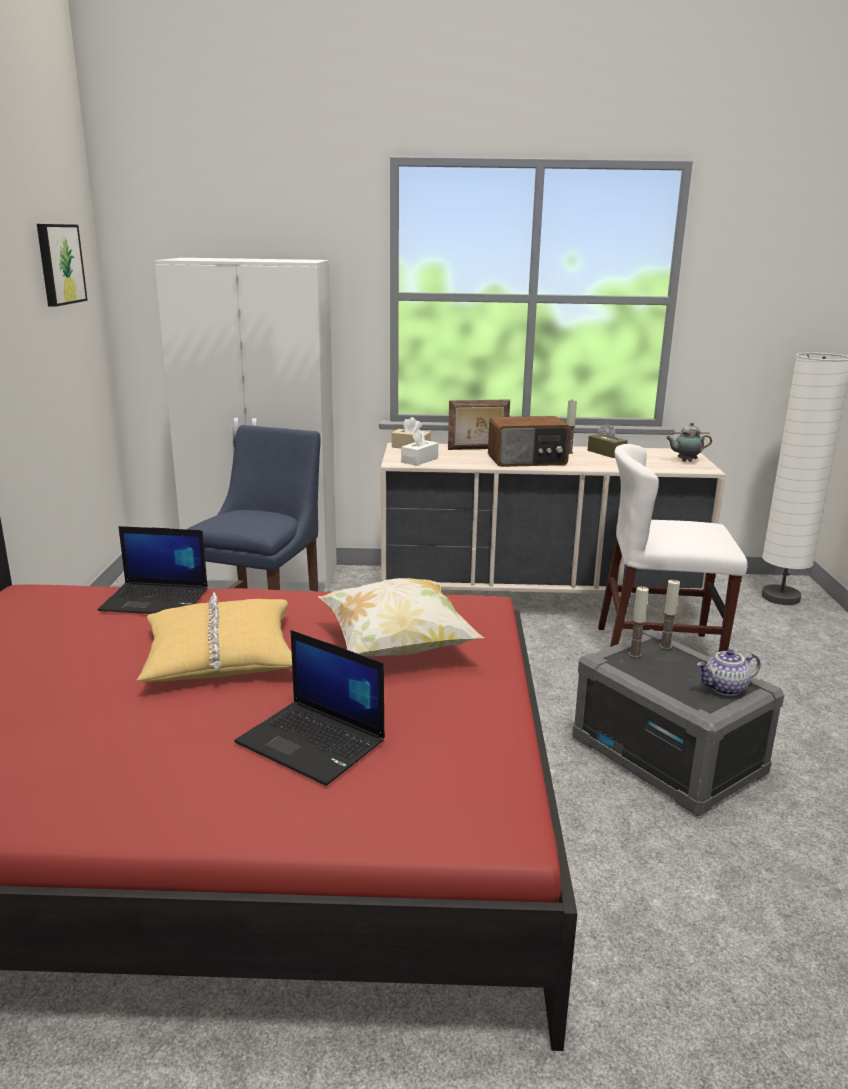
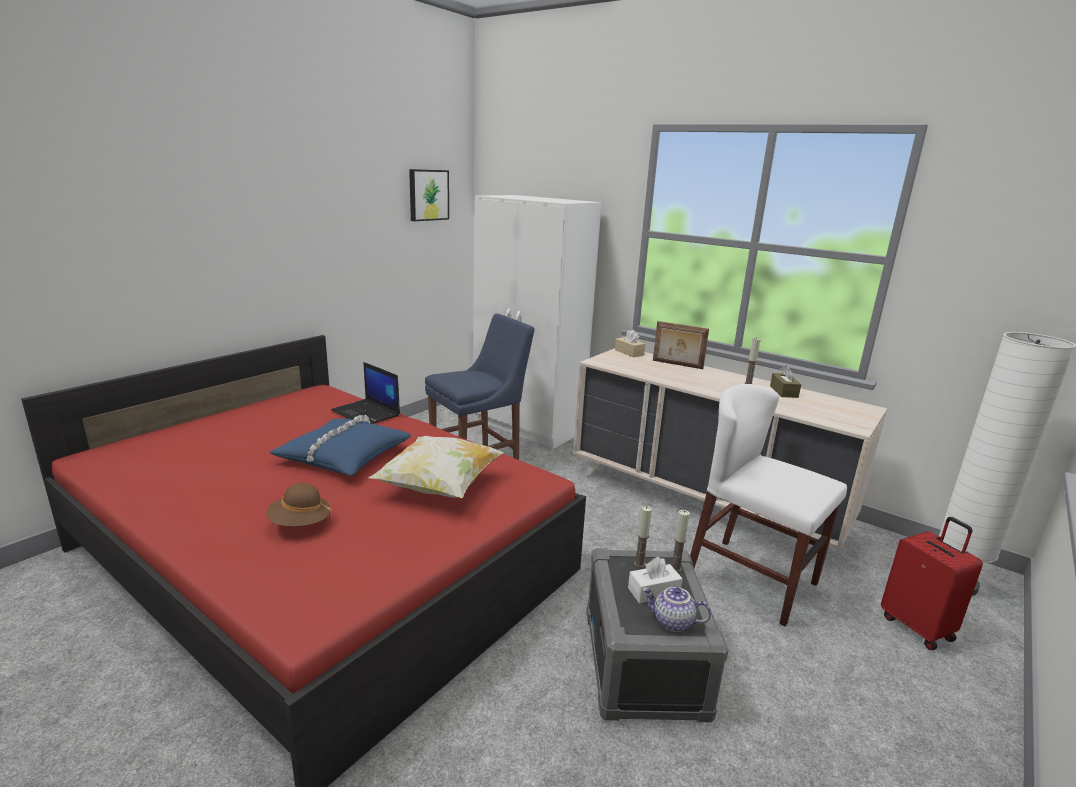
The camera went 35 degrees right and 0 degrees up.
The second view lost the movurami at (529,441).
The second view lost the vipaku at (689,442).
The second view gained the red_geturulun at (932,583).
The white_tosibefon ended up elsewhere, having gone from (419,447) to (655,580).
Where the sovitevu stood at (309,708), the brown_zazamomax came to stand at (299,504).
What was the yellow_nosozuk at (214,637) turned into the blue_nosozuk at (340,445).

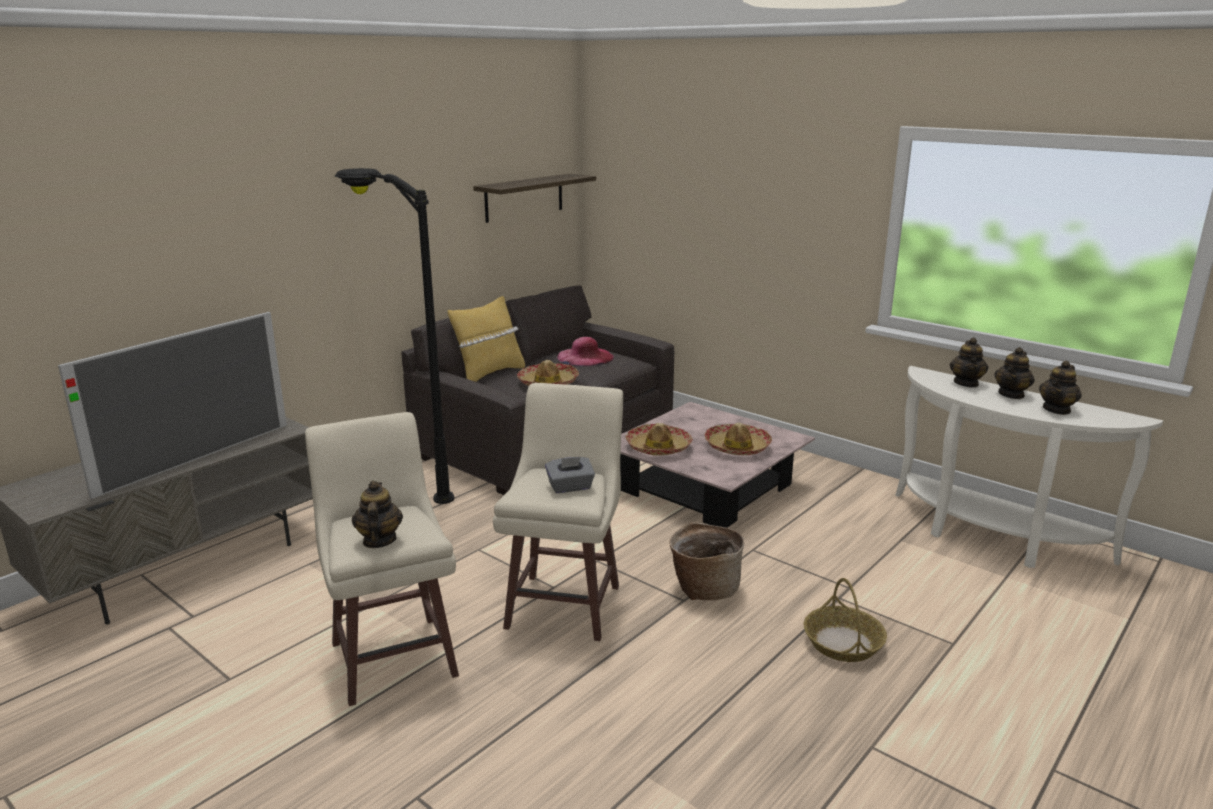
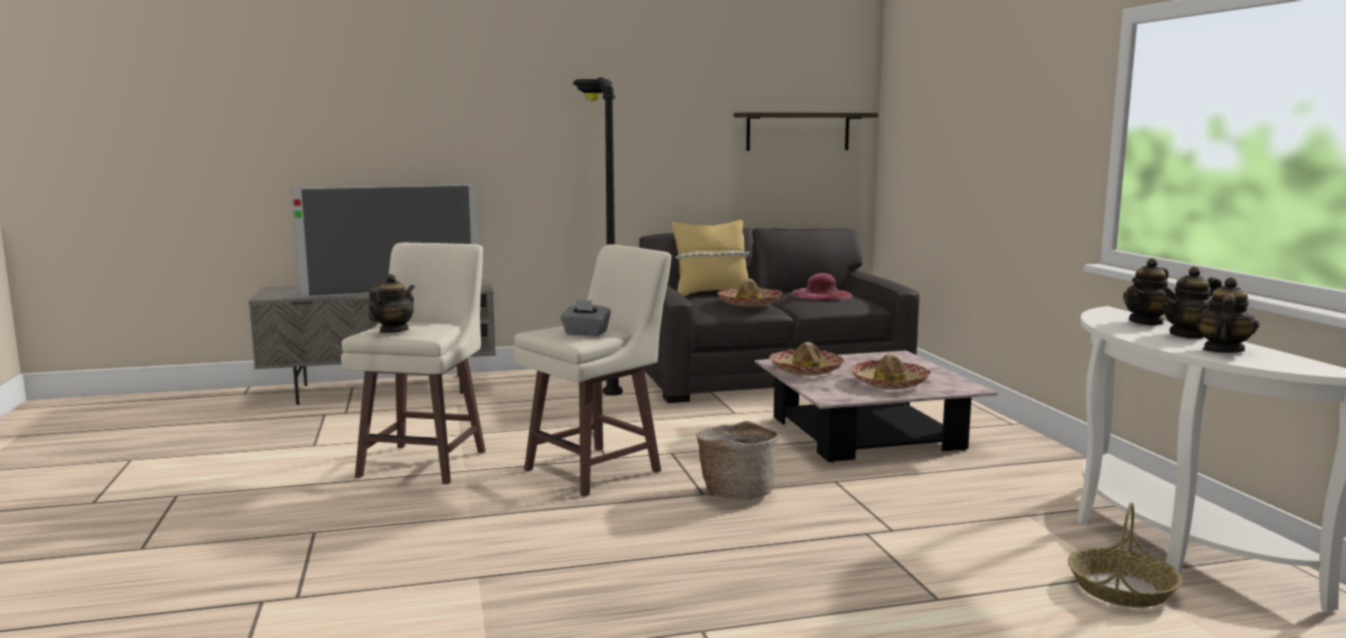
The camera went 35 degrees right and 10 degrees down.
The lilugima ended up elsewhere, having gone from (845,620) to (1125,555).
The vipaku at (1060,387) ended up facing another way, 135 degrees clockwise from before.

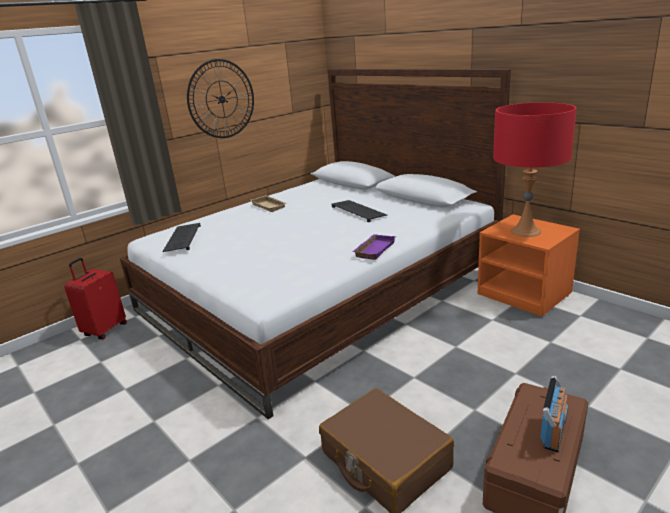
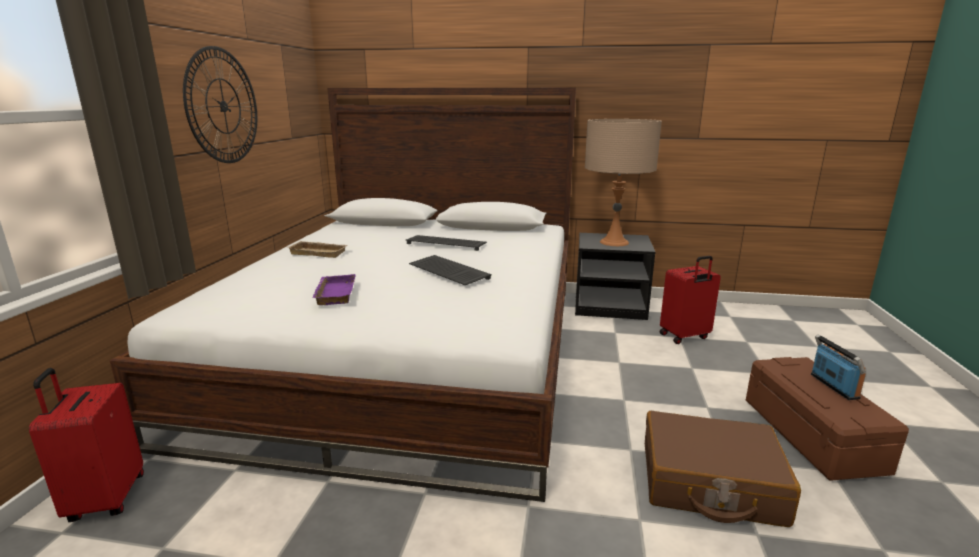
The camera went 40 degrees left and 5 degrees down.
The second view gained the red_geturulun at (690,300).
The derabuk ended up elsewhere, having gone from (181,237) to (450,270).
The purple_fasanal ended up elsewhere, having gone from (374,247) to (334,289).
What was the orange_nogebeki at (529,265) turned into the black_nogebeki at (615,276).
What was the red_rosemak at (535,169) turned into the beige_rosemak at (623,182).

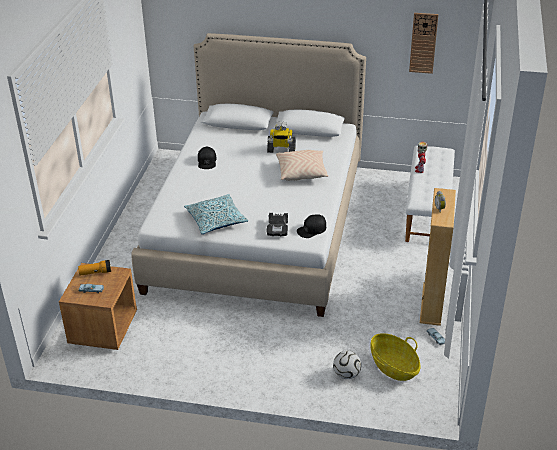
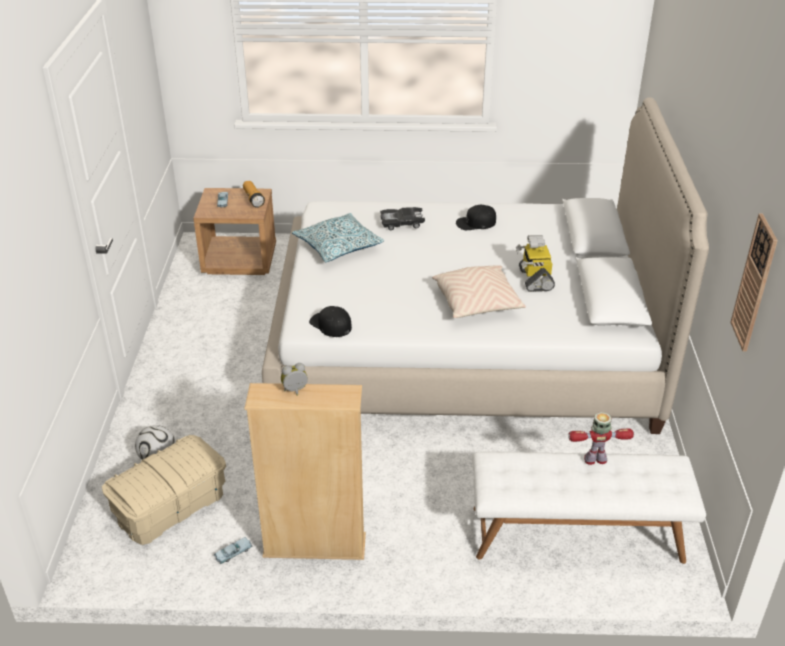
The camera went 80 degrees right and 0 degrees up.
The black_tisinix ended up elsewhere, having gone from (277,224) to (402,218).
Where the lilugima stood at (395,357), the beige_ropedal came to stand at (164,490).

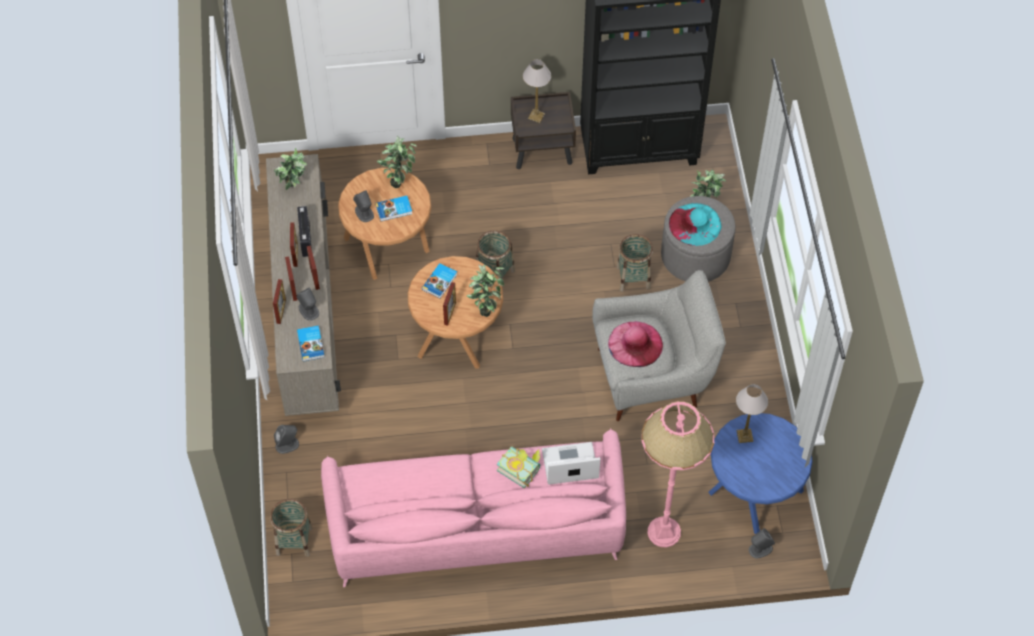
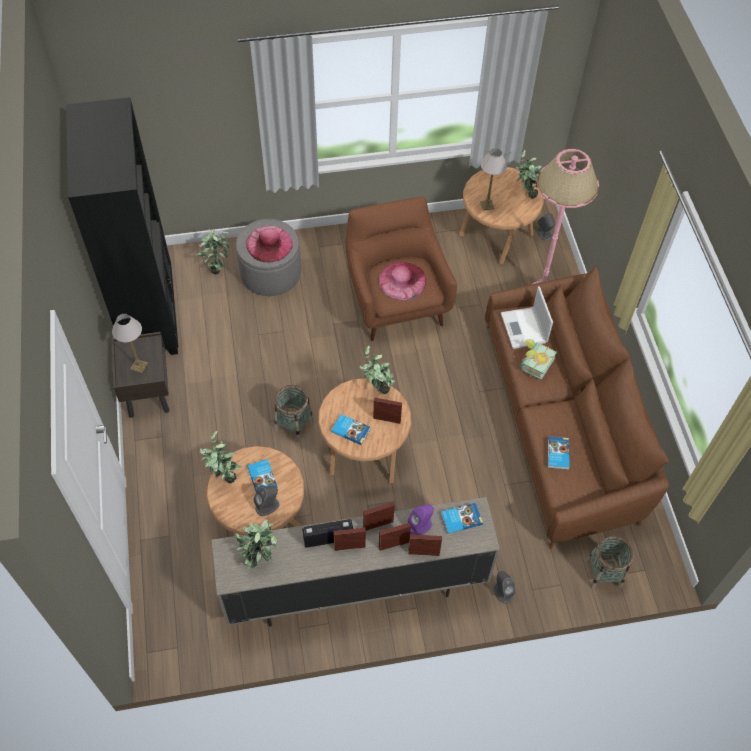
The camera went 95 degrees left and 0 degrees up.
The second view lost the lilugima at (635,263).
The second view gained the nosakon at (529,174).
The second view gained the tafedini at (559,453).
What was the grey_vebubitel at (307,304) turned into the purple_vebubitel at (421,519).
What was the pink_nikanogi at (473,507) turned into the brown_nikanogi at (577,407).
What was the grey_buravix at (659,345) turned into the brown_buravix at (401,269).
What was the turquoise_zazamomax at (695,224) turned into the pink_zazamomax at (269,244).
What was the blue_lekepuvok at (760,473) turned into the brown_lekepuvok at (501,215).

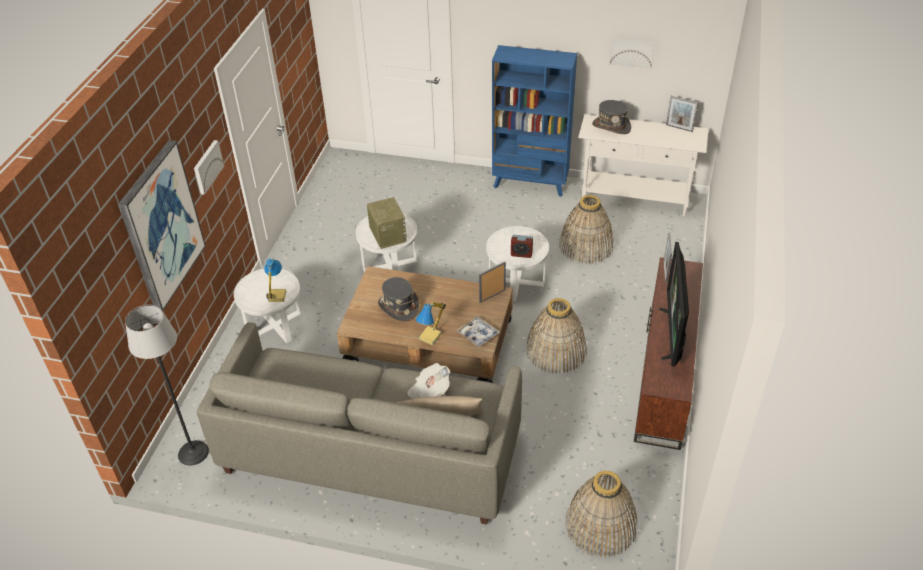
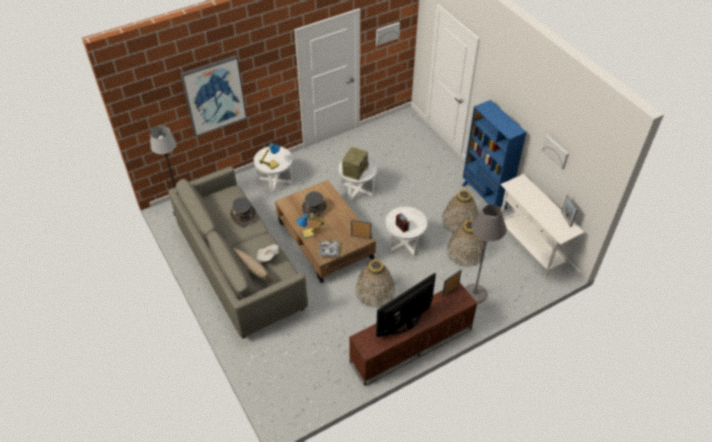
The camera went 45 degrees right and 5 degrees up.
The second view gained the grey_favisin at (486,254).
The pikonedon ended up elsewhere, having gone from (209,167) to (388,34).
The lilugima ended up elsewhere, having gone from (601,514) to (460,212).
The grey_zazamomax ended up elsewhere, having gone from (611,117) to (242,212).

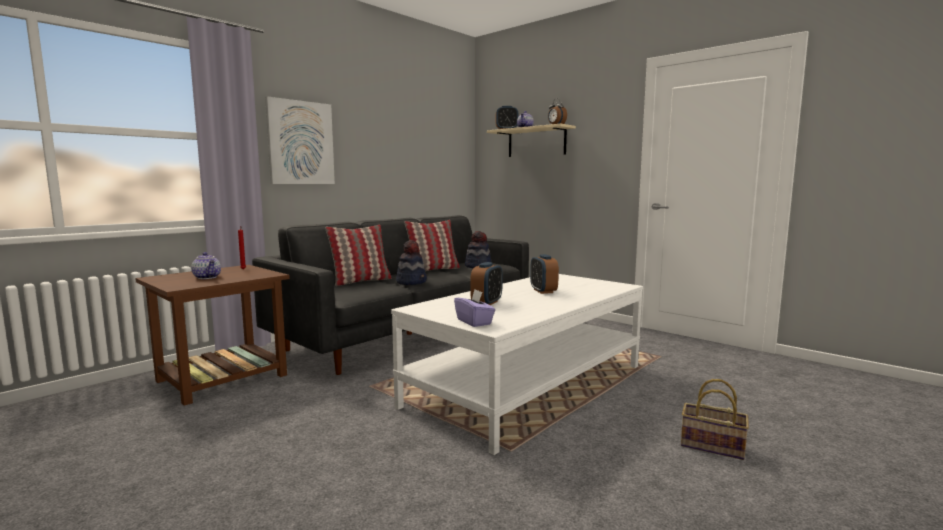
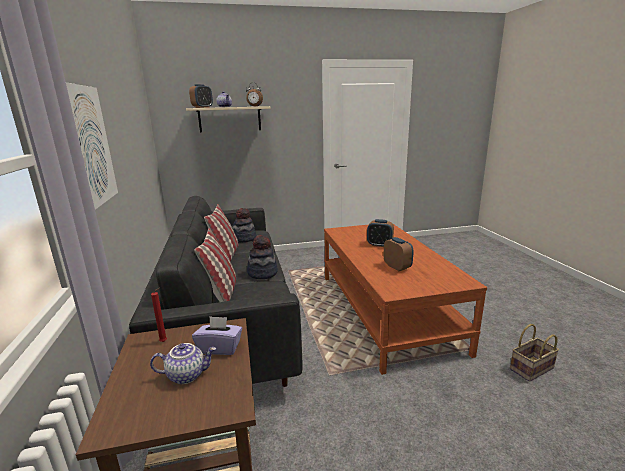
The camera went 55 degrees left and 10 degrees up.
The purple_tosibefon ended up elsewhere, having gone from (475,308) to (217,335).
The lilugima ended up elsewhere, having gone from (715,419) to (534,353).
What was the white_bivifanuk at (517,364) turned into the brown_bivifanuk at (405,299).

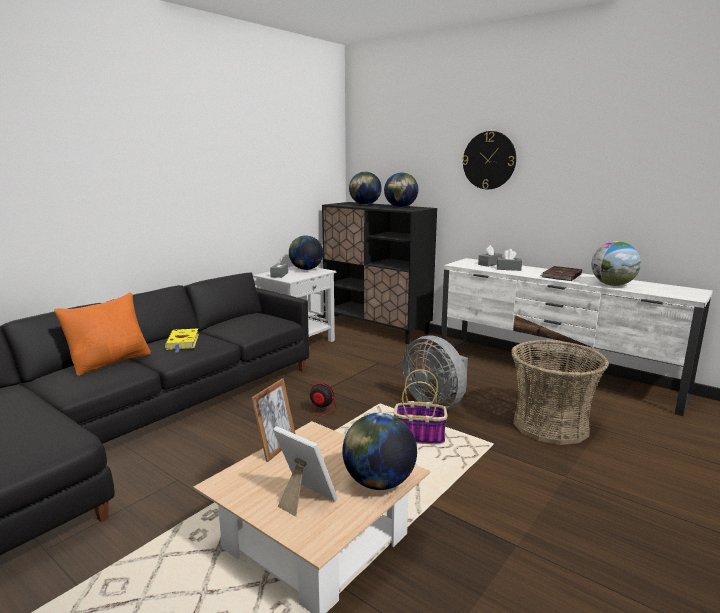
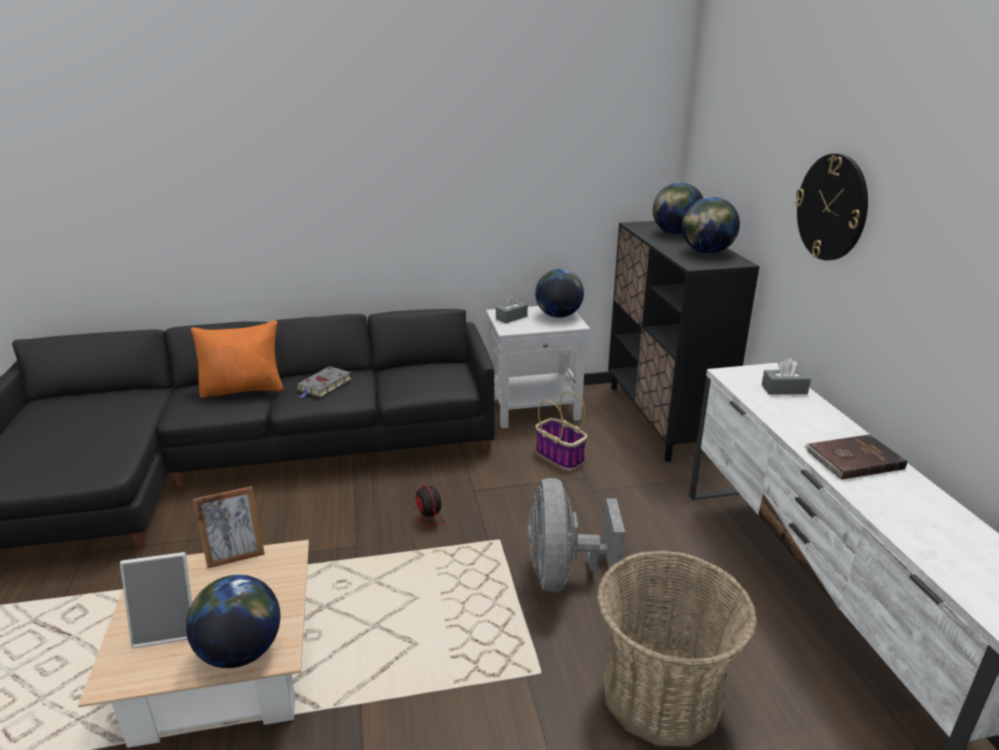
The camera went 40 degrees right and 10 degrees up.
The second view lost the grey_tosibefon at (509,260).
The second view lost the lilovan at (616,263).
The lilugima ended up elsewhere, having gone from (420,407) to (561,430).
What was the yellow_tafedini at (182,340) turned into the grey_tafedini at (324,382).
The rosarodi at (305,471) ended up facing another way, 90 degrees clockwise from before.

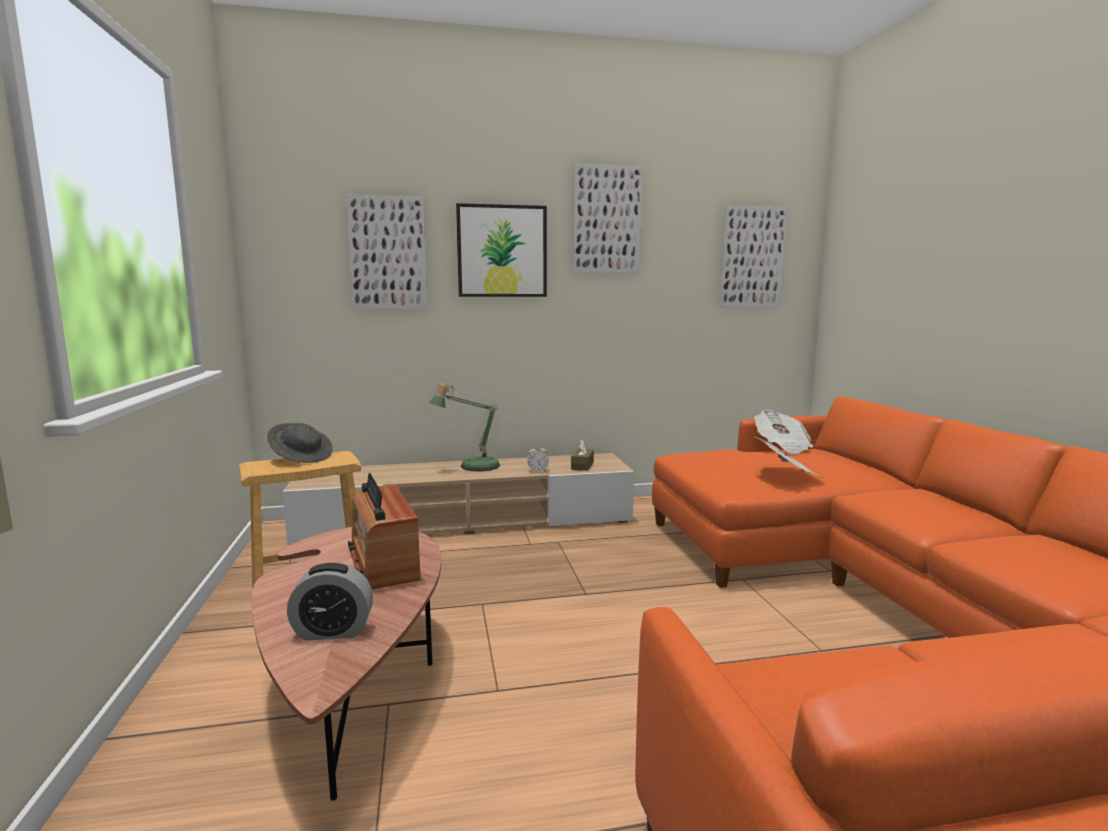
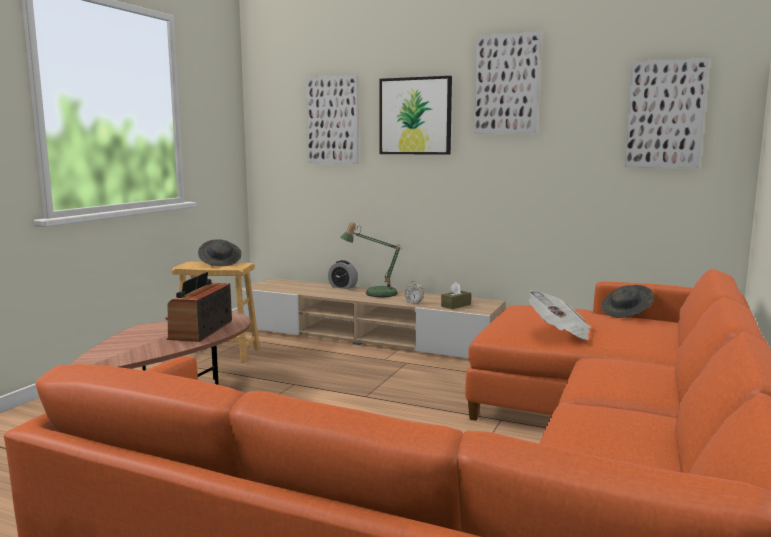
The camera went 35 degrees right and 0 degrees up.
The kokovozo ended up elsewhere, having gone from (330,601) to (343,274).
Where the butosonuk stood at (784,432), the grey_zazamomax came to stand at (628,301).

